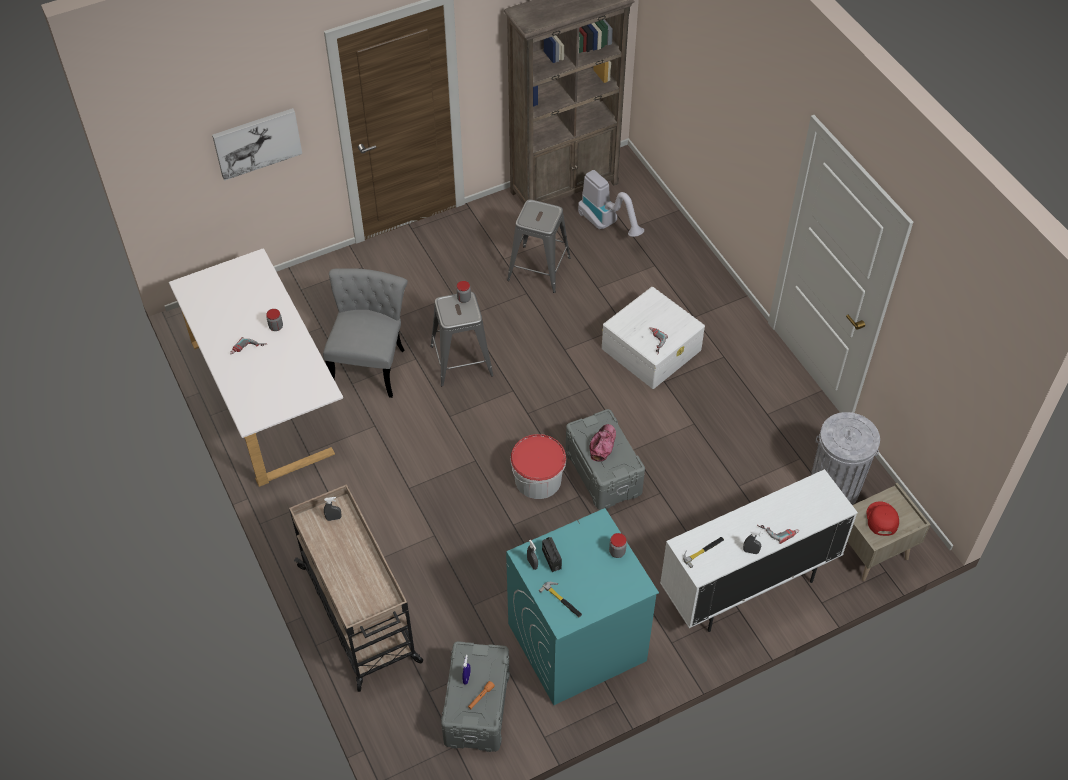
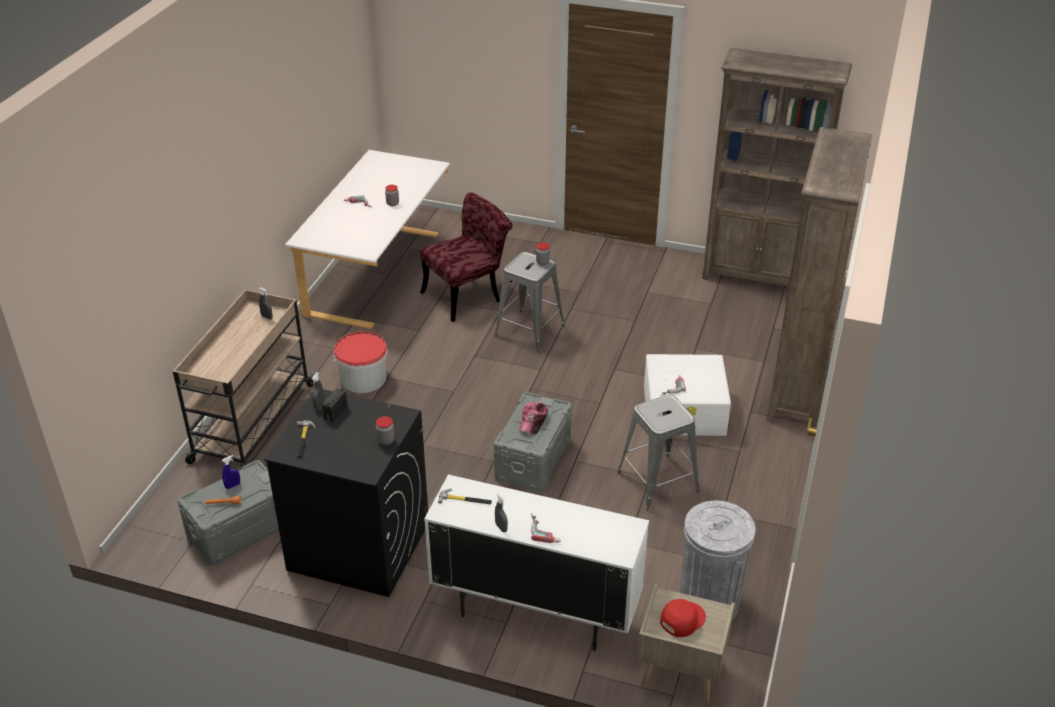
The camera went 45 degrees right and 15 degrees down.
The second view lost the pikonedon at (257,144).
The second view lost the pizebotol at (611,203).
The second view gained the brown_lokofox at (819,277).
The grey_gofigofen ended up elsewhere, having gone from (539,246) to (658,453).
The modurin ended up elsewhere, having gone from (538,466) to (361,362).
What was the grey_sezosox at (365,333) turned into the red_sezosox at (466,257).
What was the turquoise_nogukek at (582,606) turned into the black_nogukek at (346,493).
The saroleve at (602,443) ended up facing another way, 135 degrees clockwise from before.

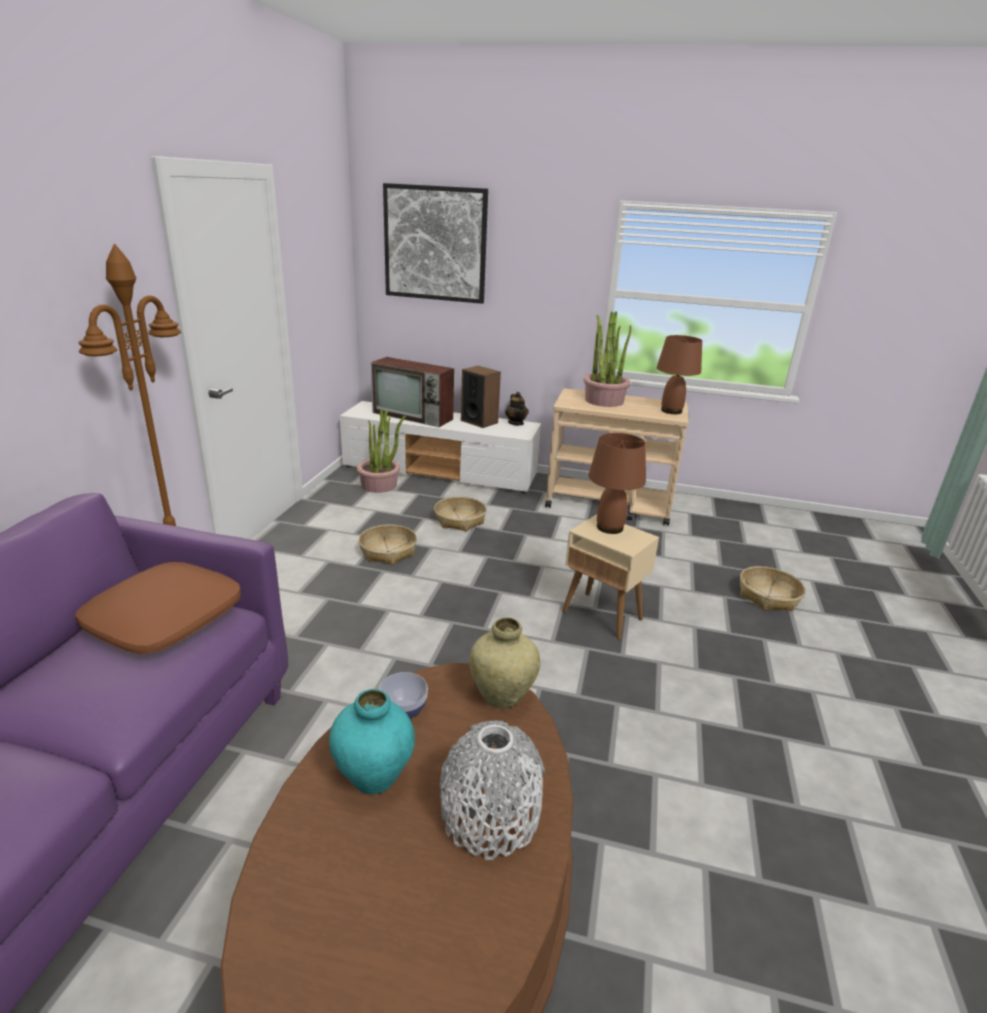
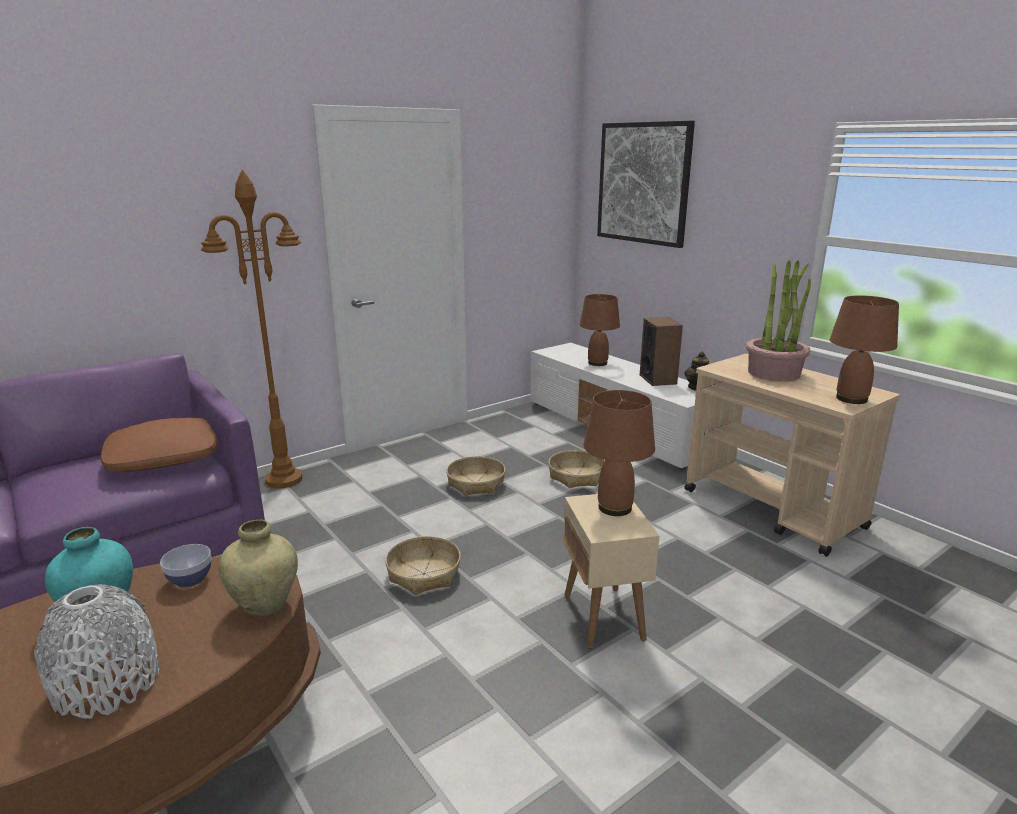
The camera went 40 degrees right and 5 degrees down.
The second view lost the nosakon at (381,451).
The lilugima ended up elsewhere, having gone from (772,588) to (423,565).
Where the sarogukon stood at (412,392), the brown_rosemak came to stand at (600,330).

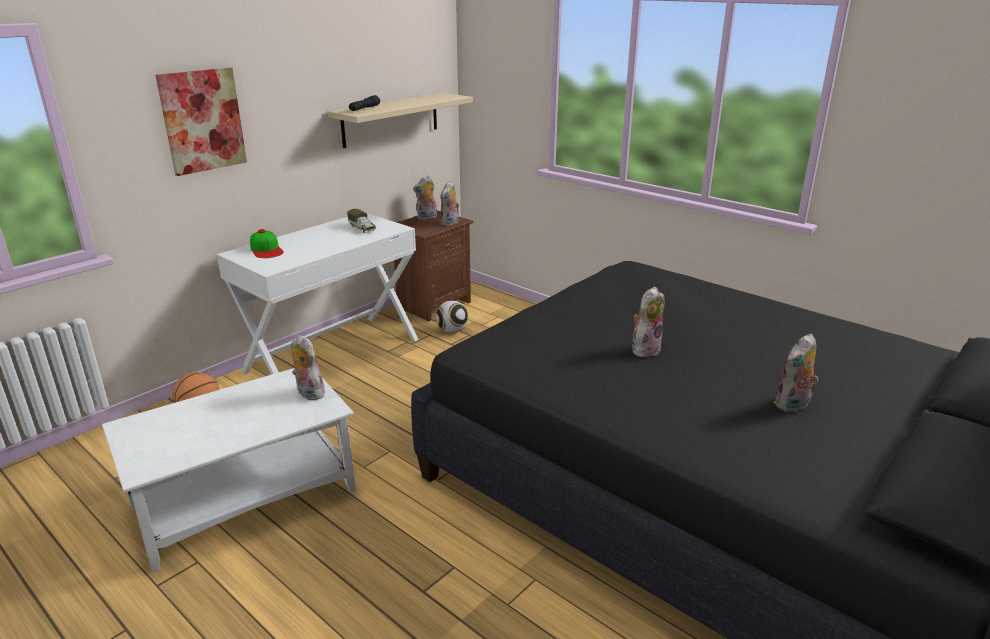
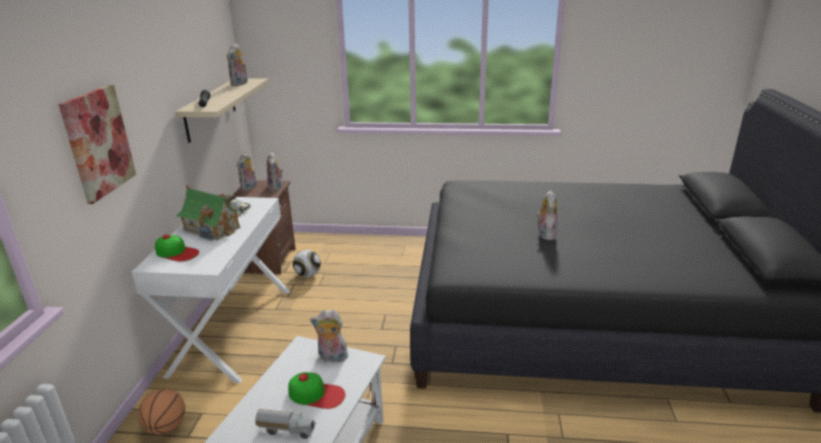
The camera went 35 degrees left and 0 degrees up.
The second view gained the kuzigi at (209,212).
The second view gained the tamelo at (285,424).
The second view gained the saroleve at (316,390).
The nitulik ended up elsewhere, having gone from (796,373) to (237,64).

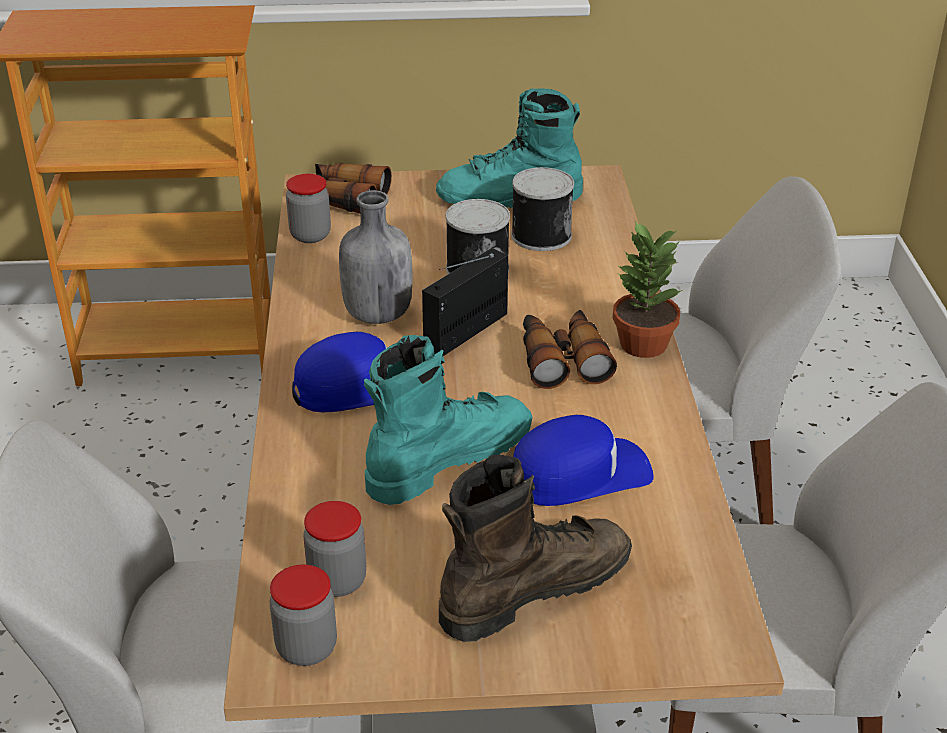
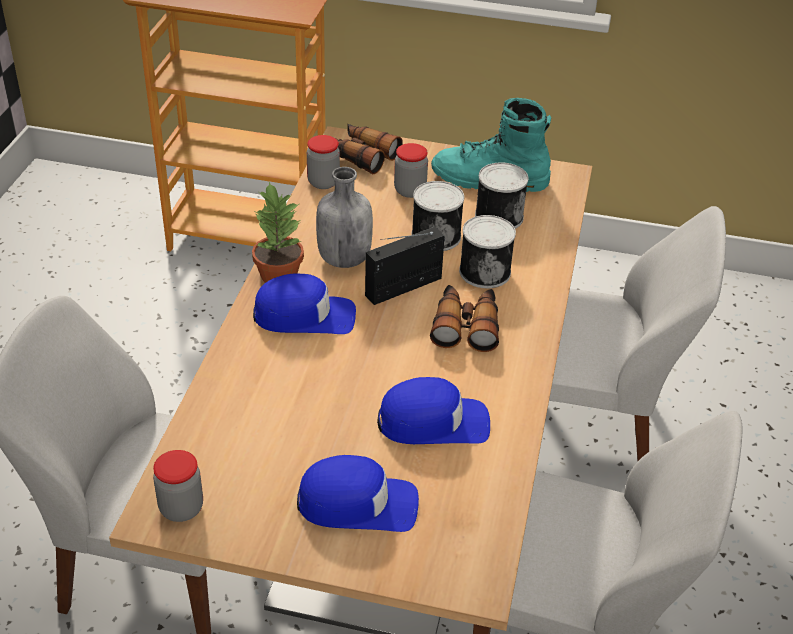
The camera went 15 degrees right and 5 degrees up.
The second view lost the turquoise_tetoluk at (448,420).
The second view gained the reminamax at (487,251).
The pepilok ended up elsewhere, having gone from (334,549) to (411,170).
The nosakon ended up elsewhere, having gone from (647,289) to (278,232).
Where the brown_tetoluk stood at (535,548), the blue_saroleve came to stand at (358,493).

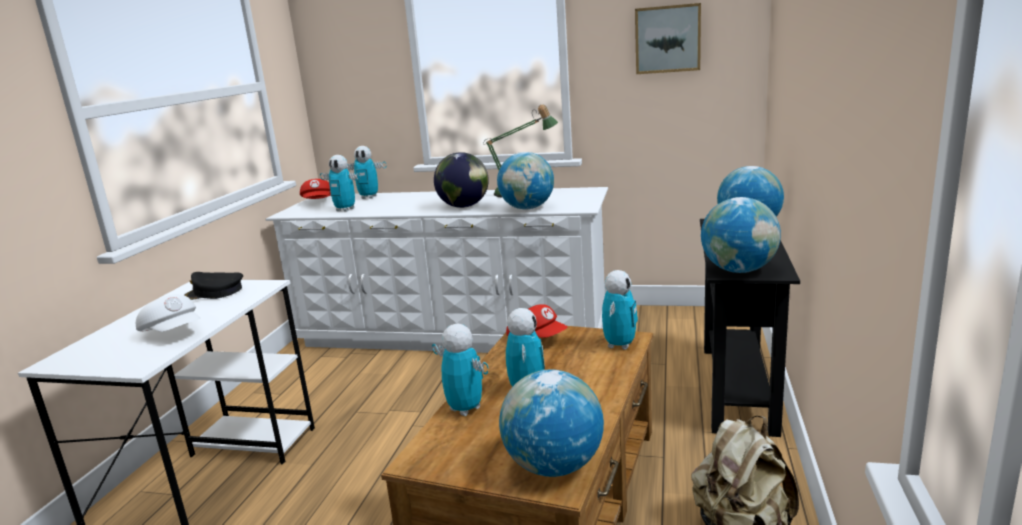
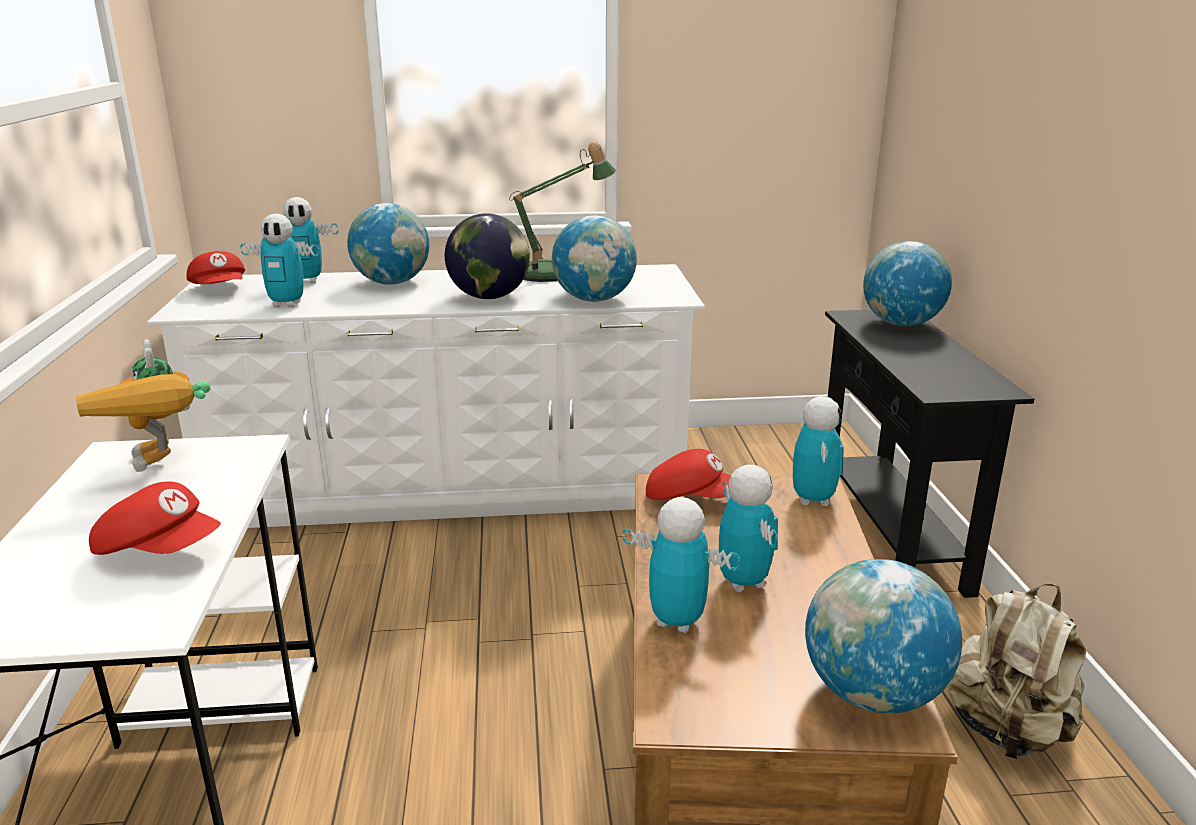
The camera went 20 degrees left and 5 degrees up.
The second view lost the pikonedon at (668,38).
The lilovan ended up elsewhere, having gone from (741,235) to (388,244).
Where the black_saroleve stood at (214,286), the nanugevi came to stand at (143,405).
What was the white_saroleve at (168,313) turned into the red_saroleve at (155,518).

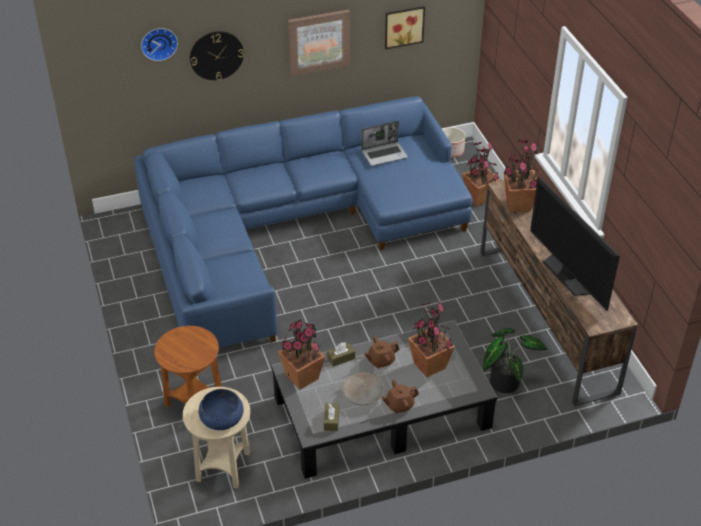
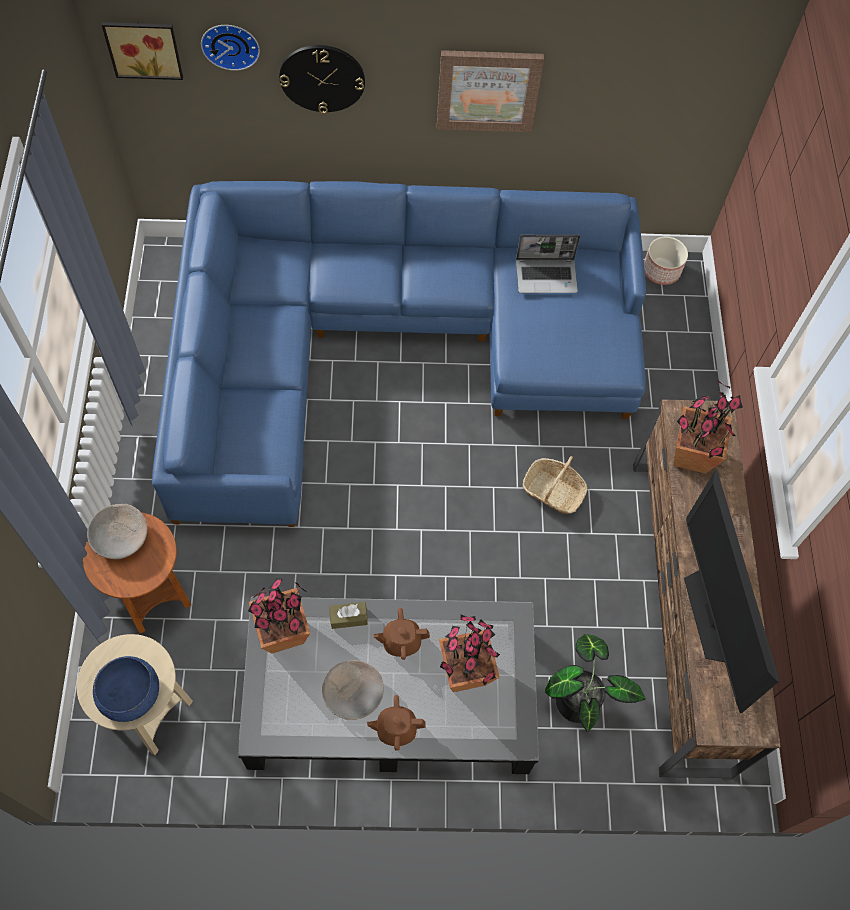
The camera went 15 degrees right and 20 degrees up.
The second view lost the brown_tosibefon at (331,417).
The second view lost the nosakon at (481,174).
The second view gained the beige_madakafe at (117,531).
The second view gained the lilugima at (555,485).
The pikonedon ended up elsewhere, having gone from (405,27) to (142,51).

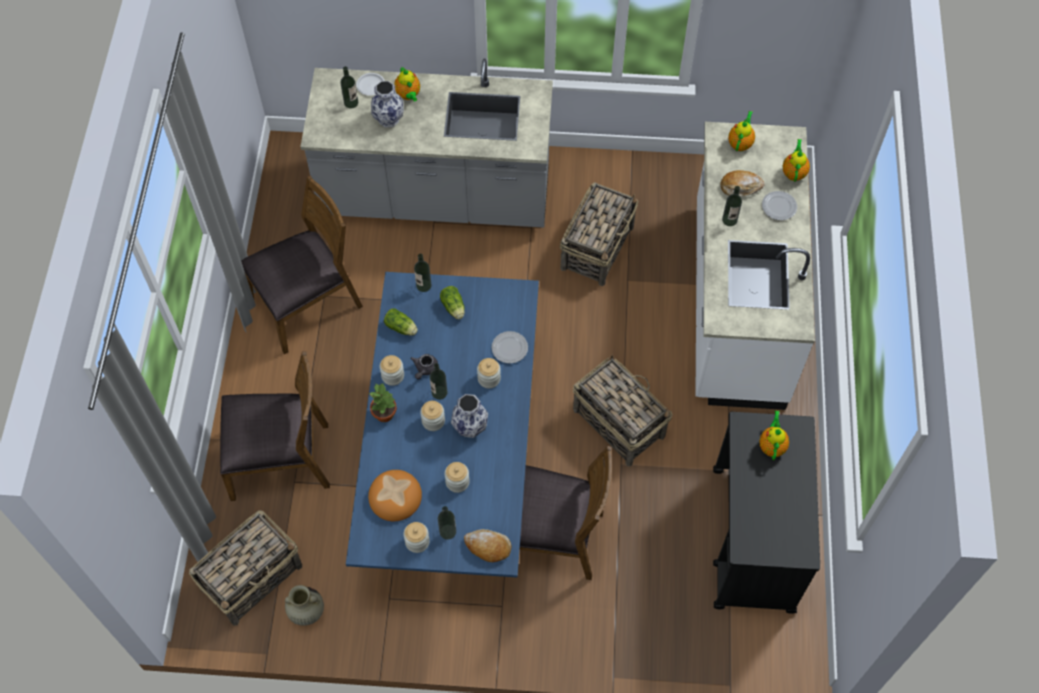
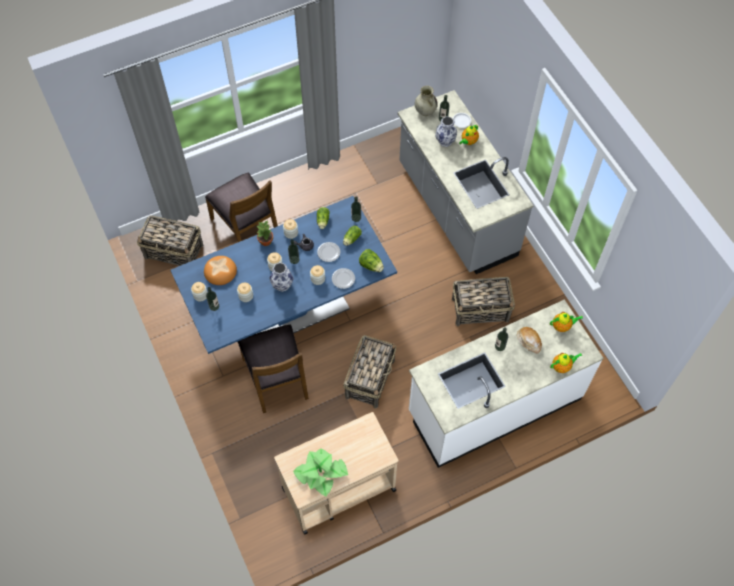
The camera went 60 degrees right and 0 degrees up.
The second view lost the brown_sezosox at (302,265).
The second view lost the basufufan at (488,545).
The second view lost the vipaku at (774,435).
The second view gained the nosakon at (320,473).
The second view gained the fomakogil at (371,260).
The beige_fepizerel ended up elsewhere, having gone from (304,605) to (426,101).
The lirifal ended up elsewhere, having gone from (779,205) to (329,252).
What was the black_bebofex at (766,513) turned into the beige_bebofex at (336,473).

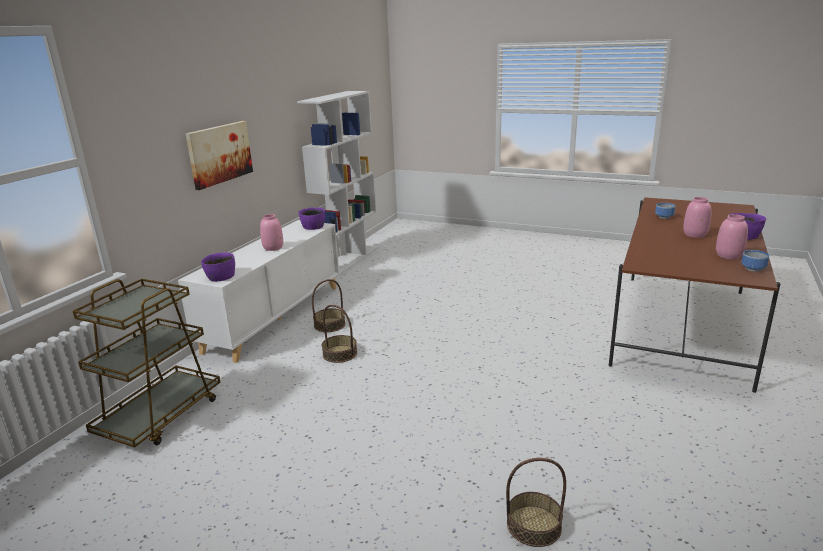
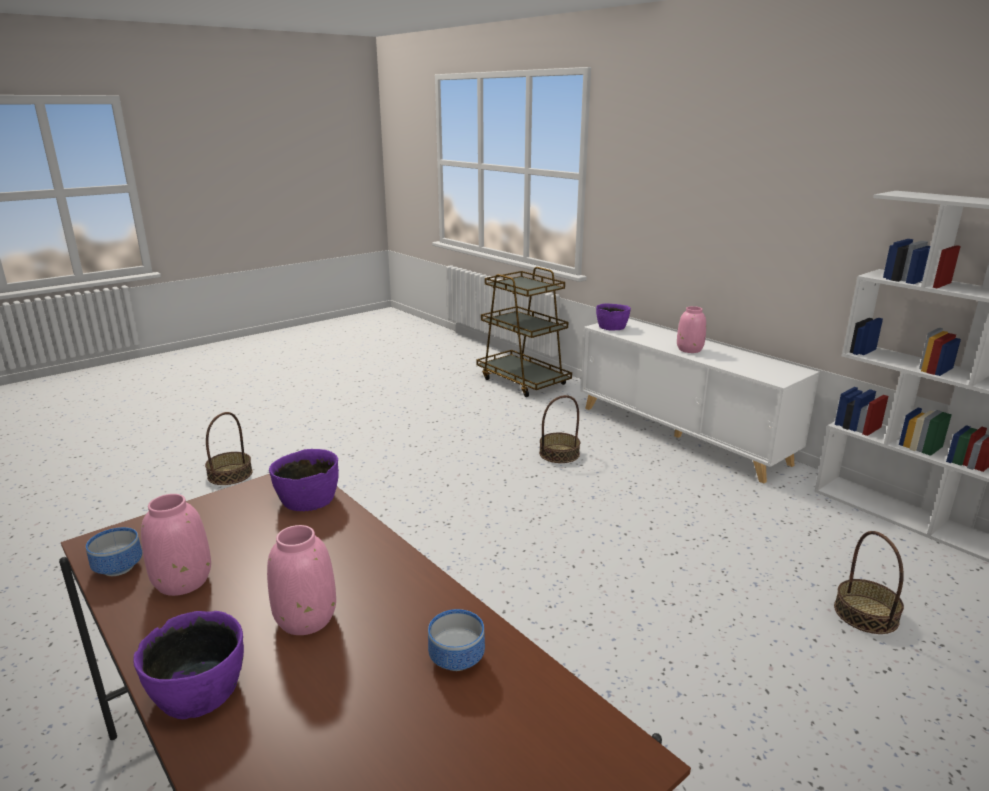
The camera went 115 degrees right and 0 degrees up.
The second view lost the pikonedon at (219,155).
The purple_madakafe ended up elsewhere, having gone from (311,218) to (304,480).
The lilugima ended up elsewhere, having gone from (329,305) to (869,582).

